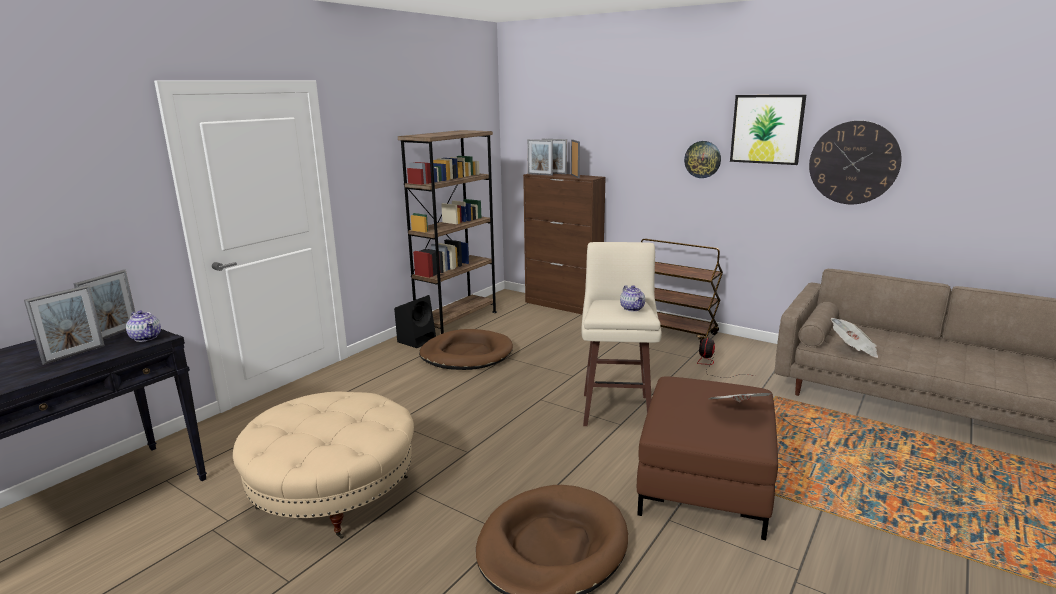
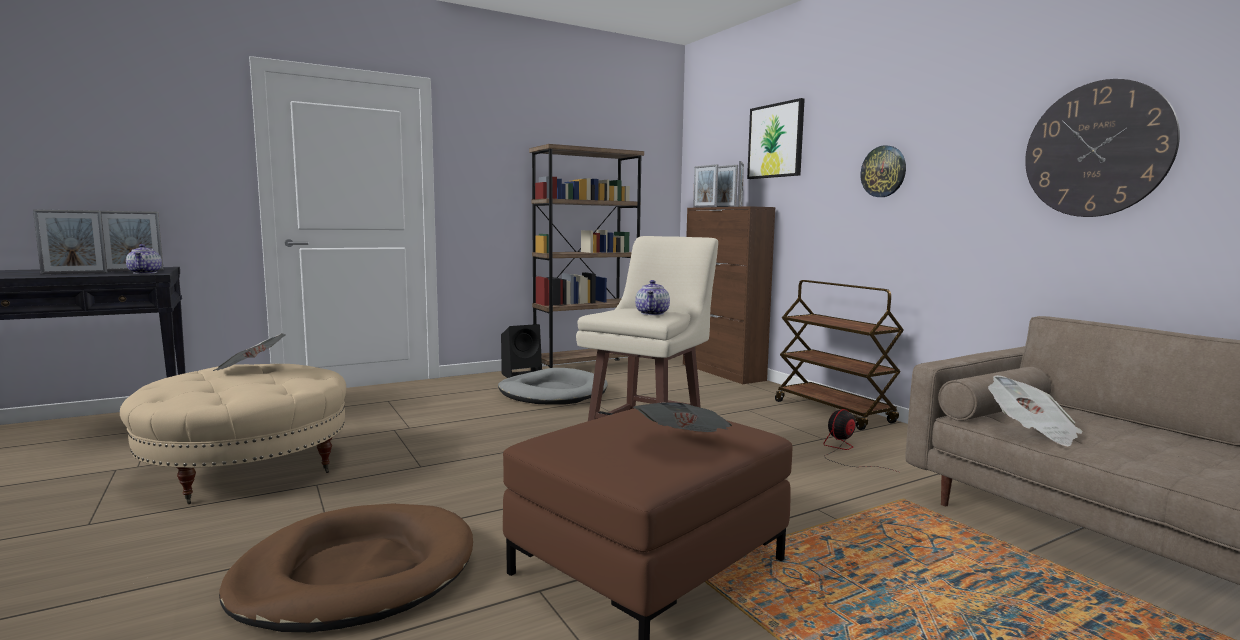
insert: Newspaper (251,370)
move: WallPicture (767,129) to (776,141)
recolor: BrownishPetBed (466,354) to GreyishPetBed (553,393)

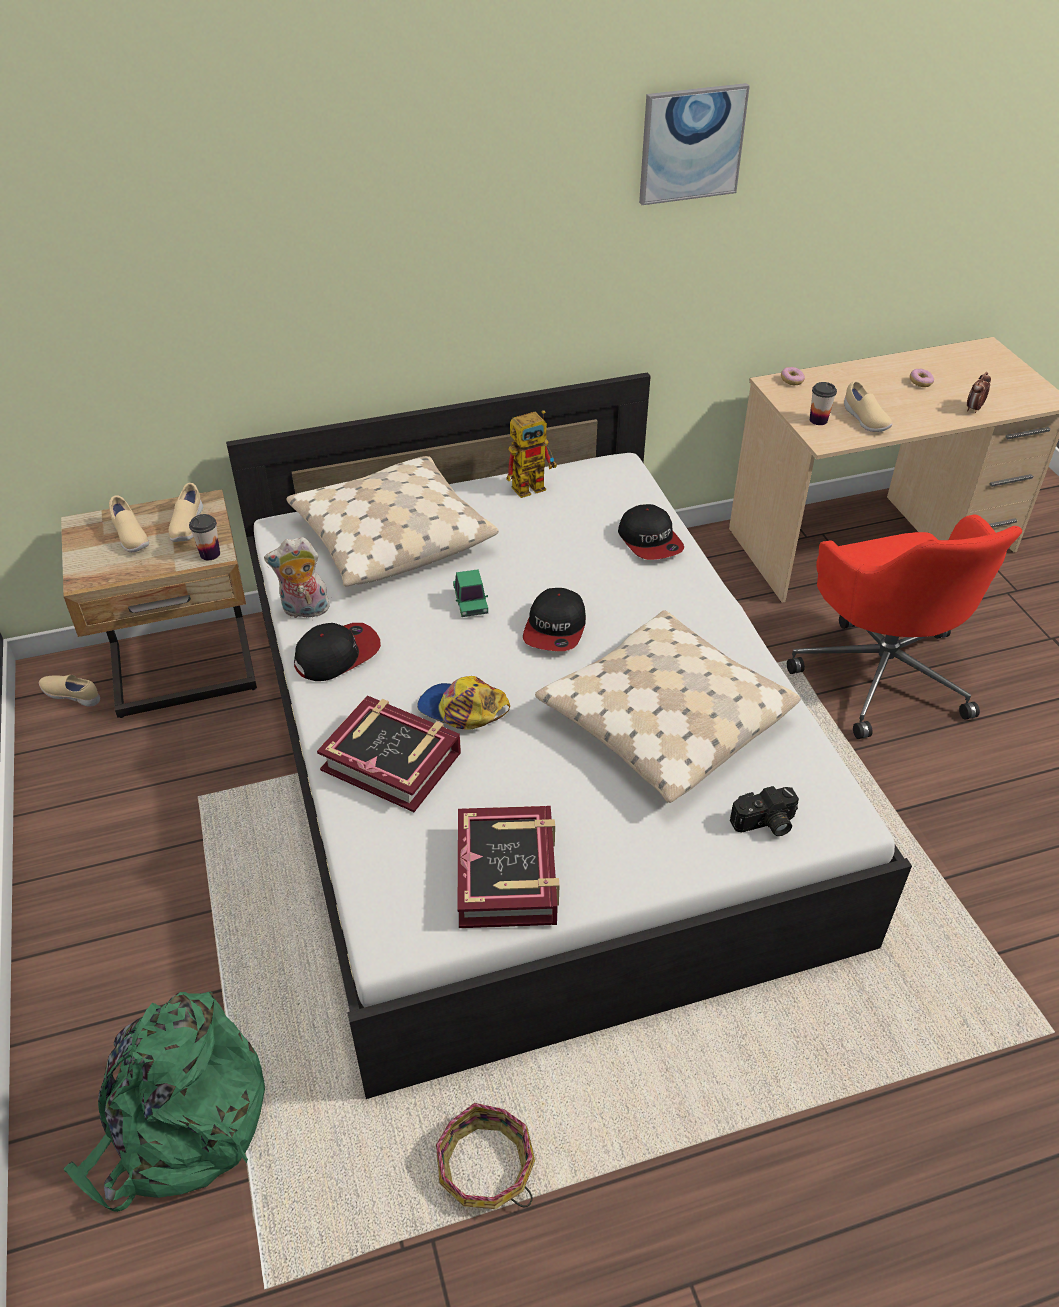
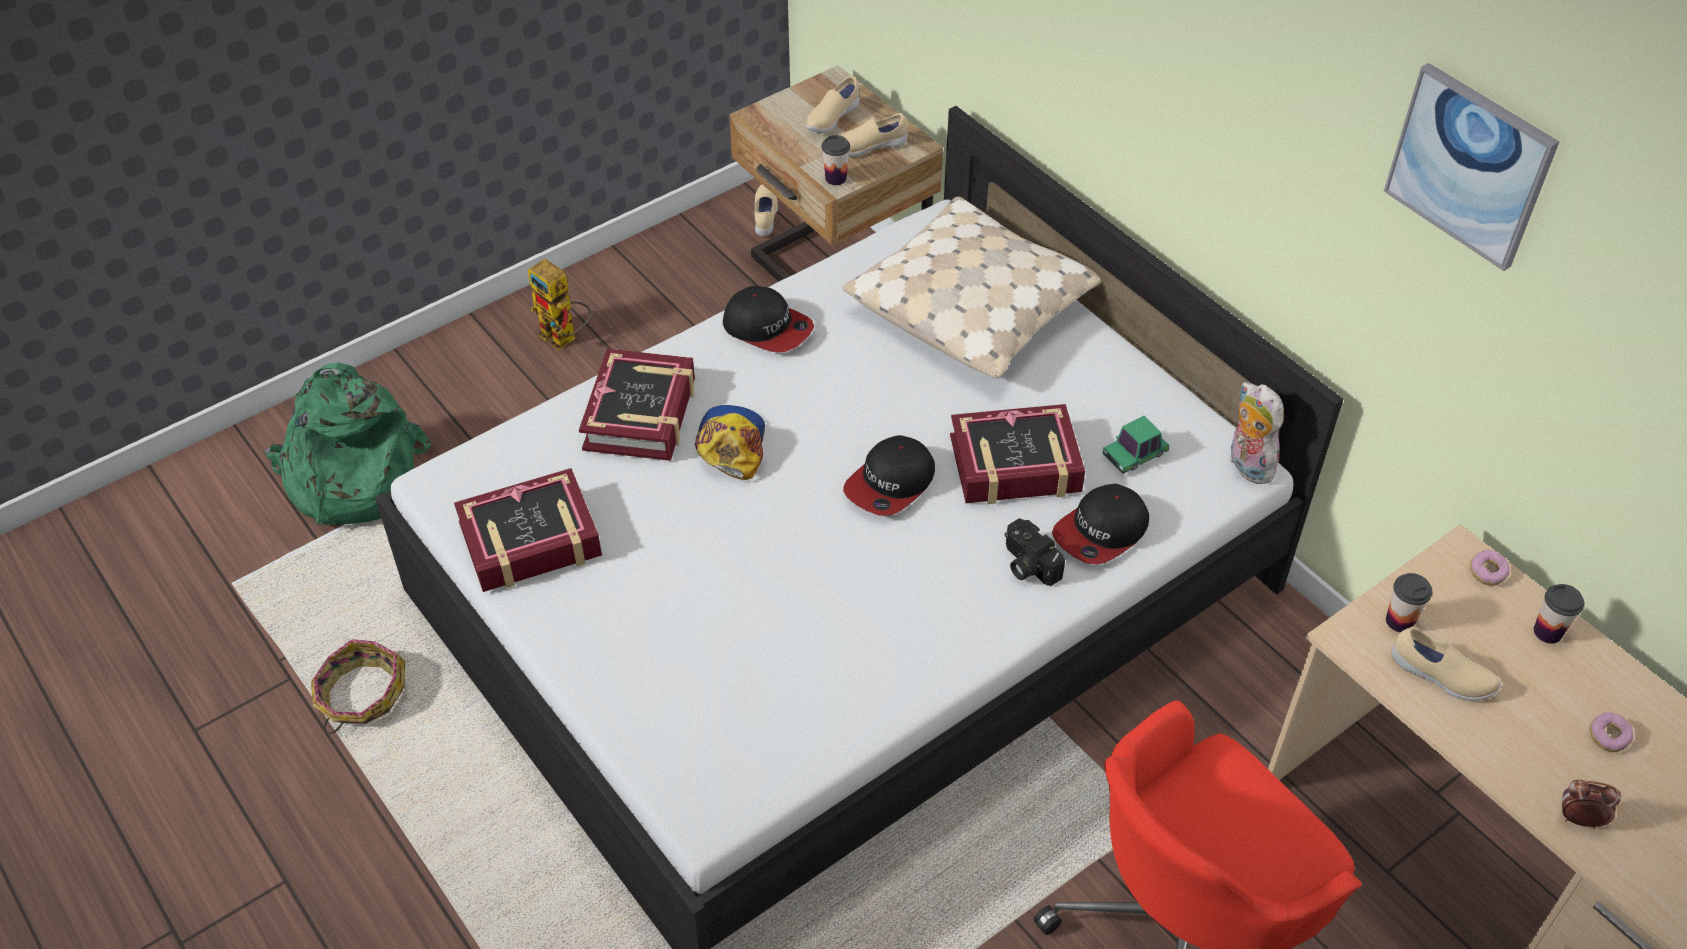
delete: BeigeThrowPillow (663,720)
insert: Book (1015,465); DrinkingCup (1547,632)
move: RobotFigure (533,485) to (565,338); PhotoCamera (765,824) to (1027,565); MiniatureCar (470,602) to (1135,455); SoftToy (304,611) to (1246,465)
rotate: PeakedCap (555,628) = (890,483) 45 degrees counterclockwise; BeigeLowShoe (864,420) = (1440,677) 105 degrees counterclockwise

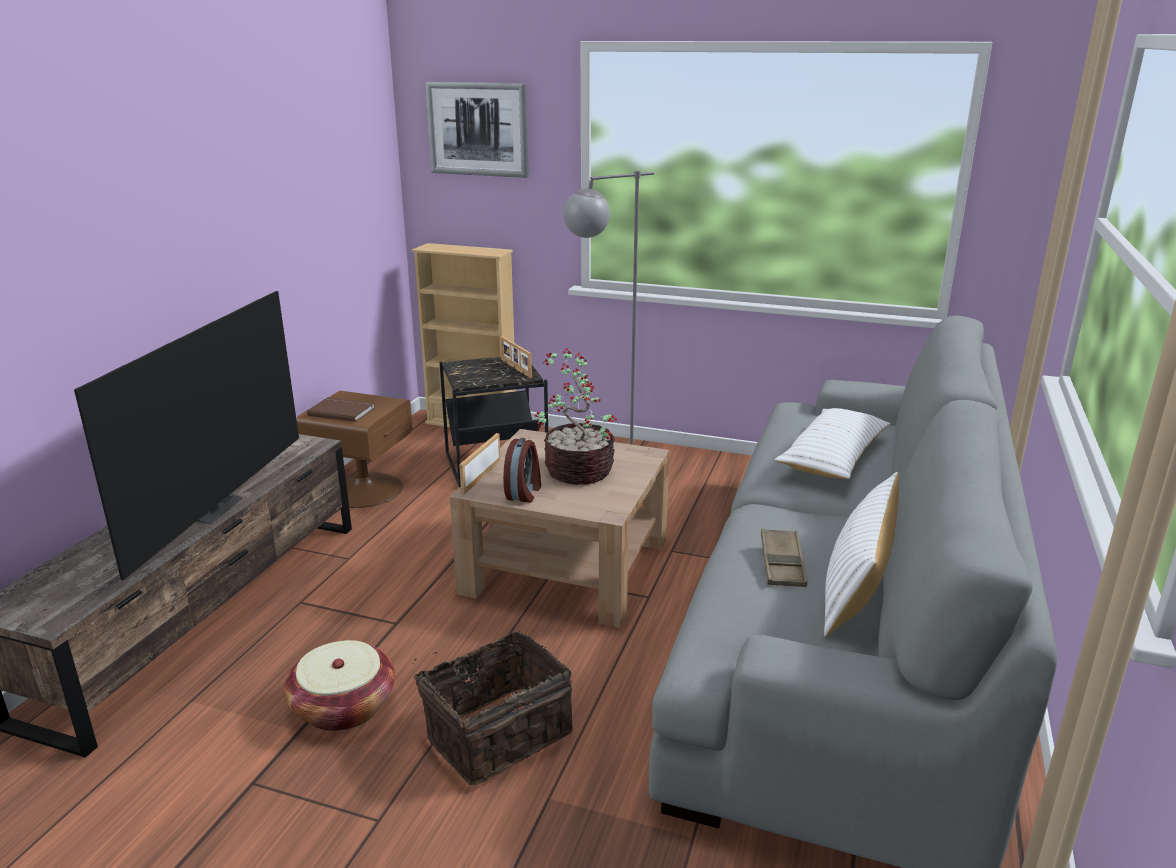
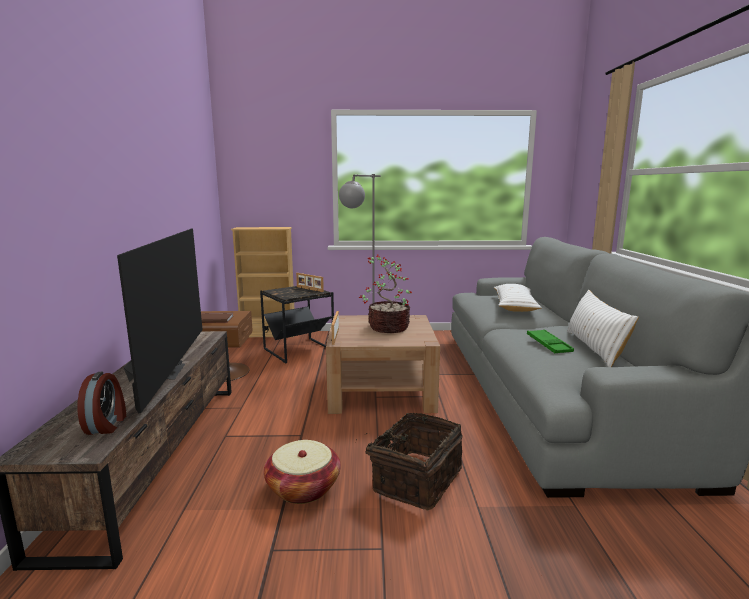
delete: WallPicture (478,129)
move: AlarmClock (524,492) to (107,424)
recolor: BrownishServingTray (782,563) to GreenColouredServingTray (549,345)

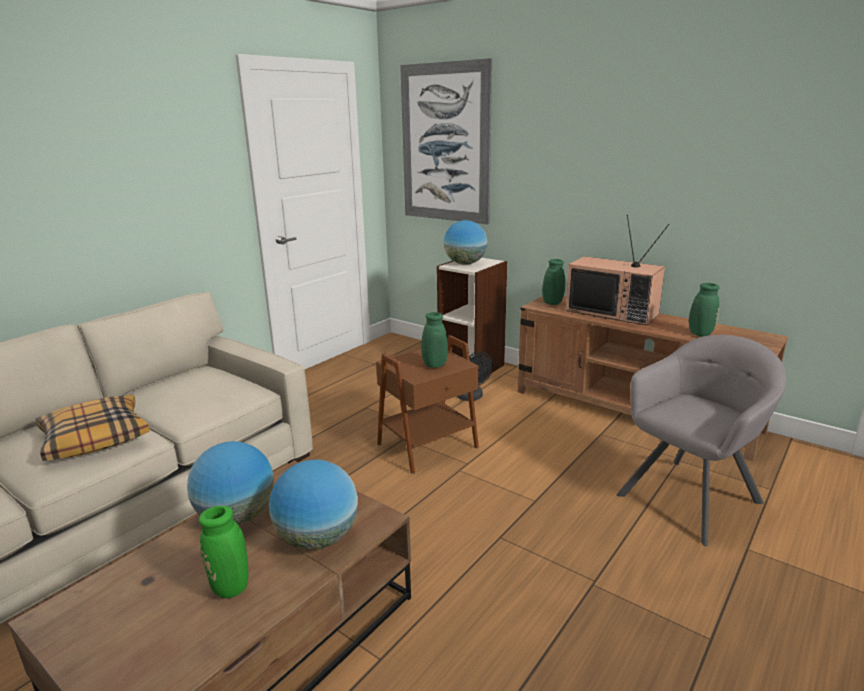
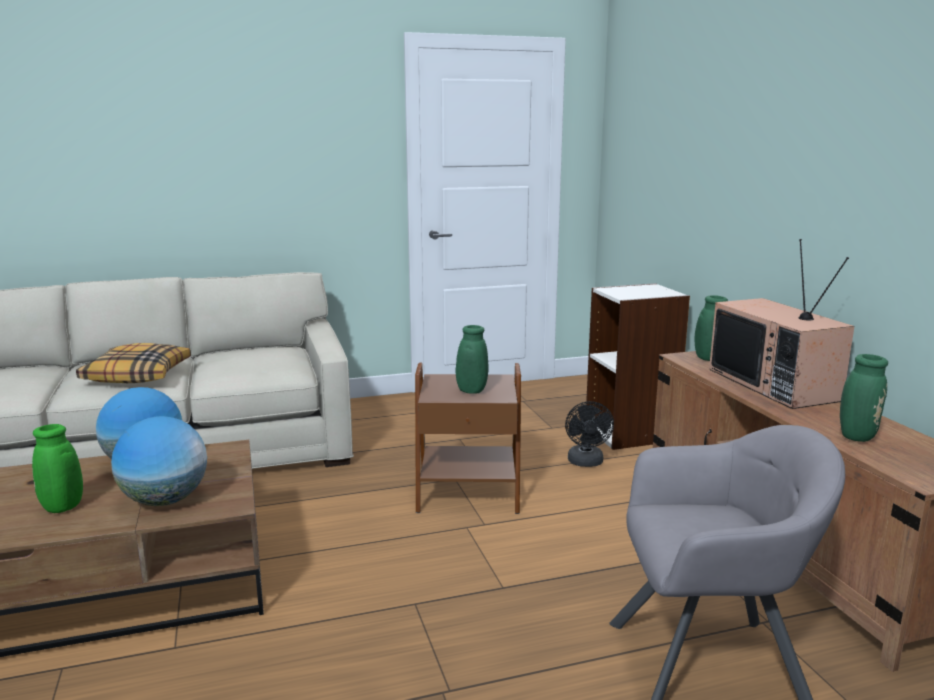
delete: WallPicture (445,144); Globe (465,263)

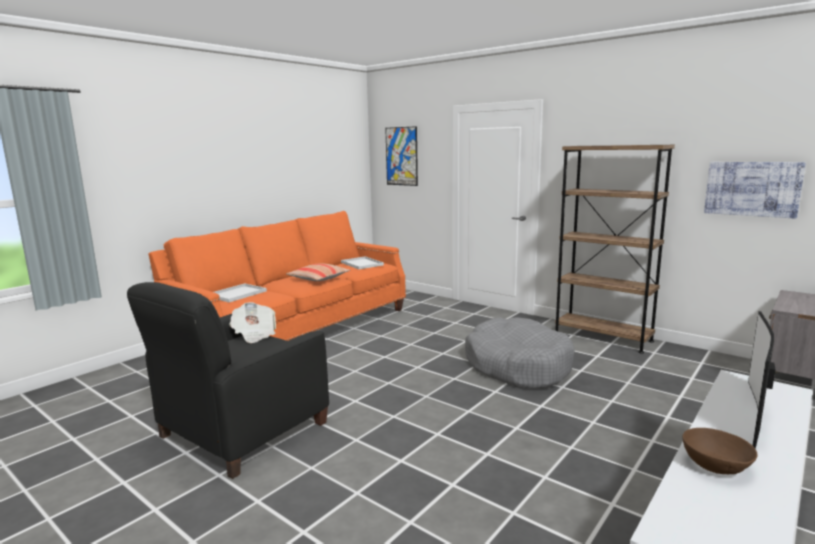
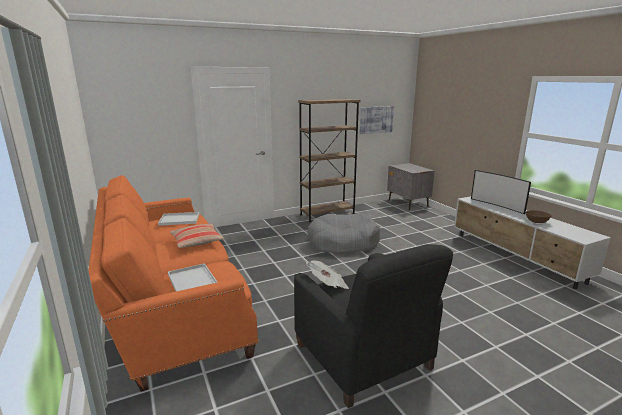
delete: WallPicture (401,156)

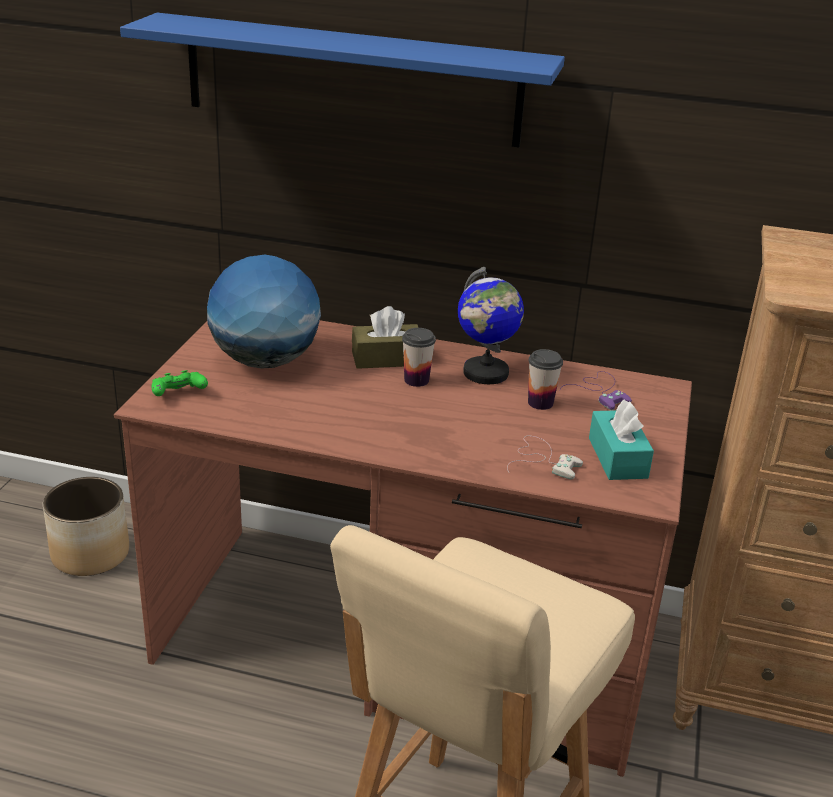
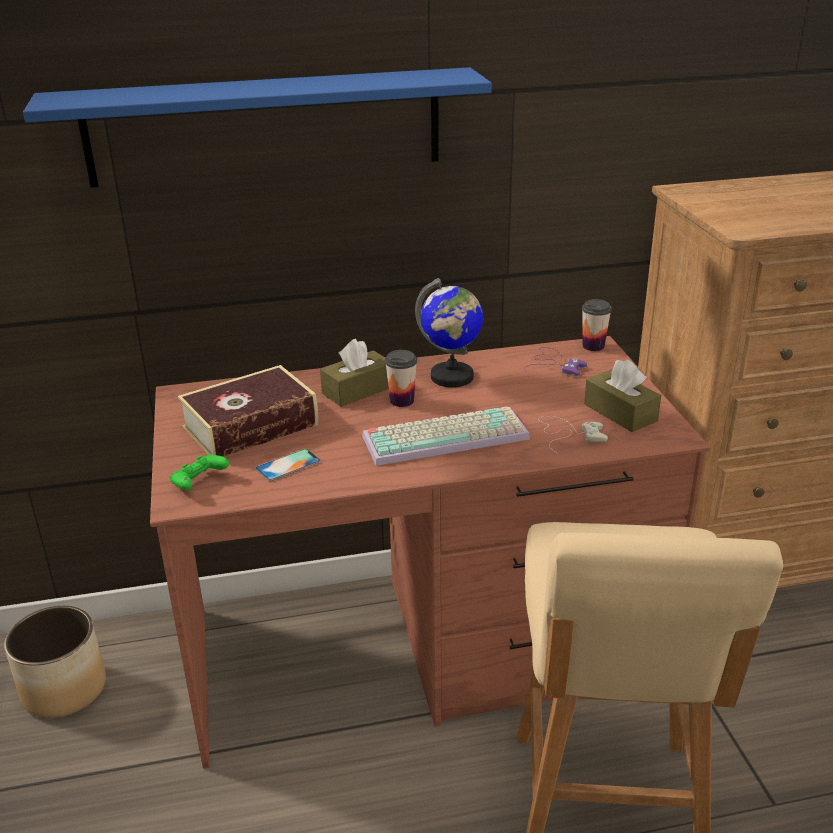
insert: Telephone (288,465); ComputerKeyboard (446,436)
move: DrinkingCup (540,403) to (593,346)
replace: Globe (265,361) to Book (250,426)
recolor: TurquoiseColouredTissueHolder (617,458) to BrownishTissueHolder (620,412)

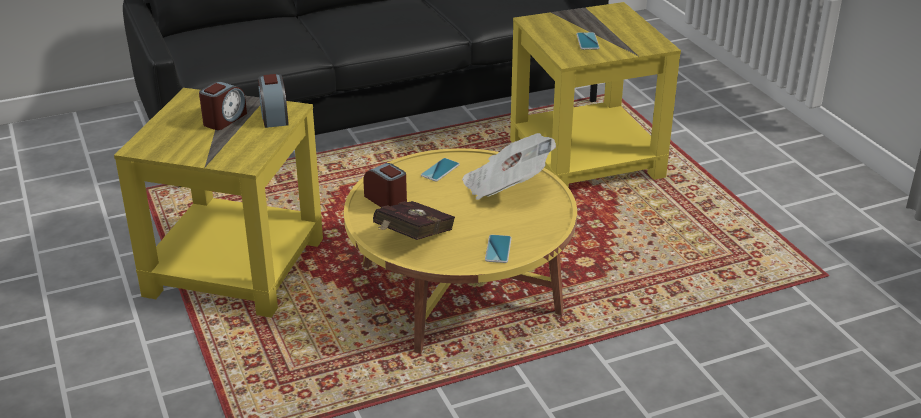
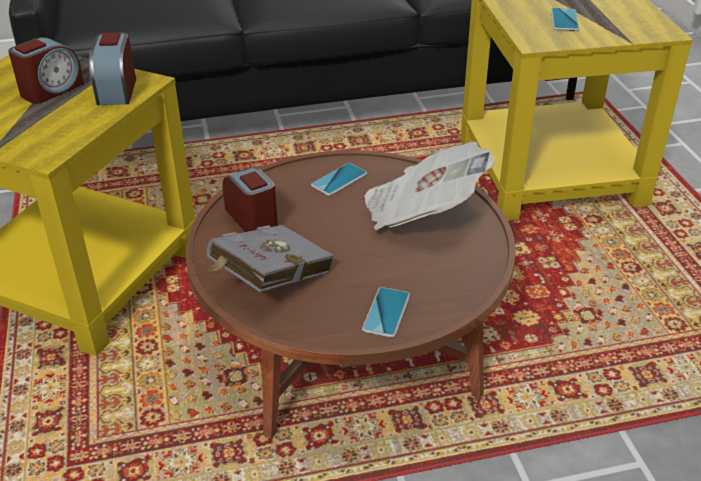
recolor: YellowishLowTable (460,290) to BrownishLowTable (351,342); RedBook (411,239) to GreyishBook (268,282)

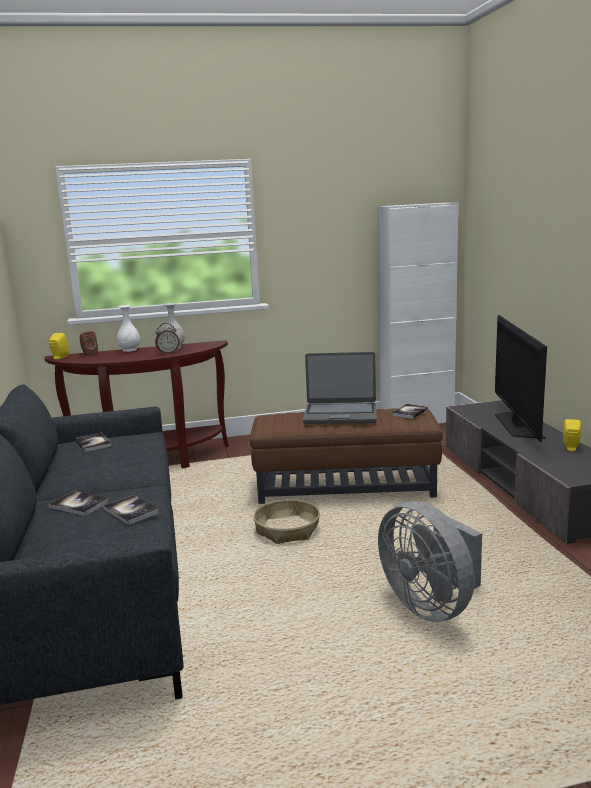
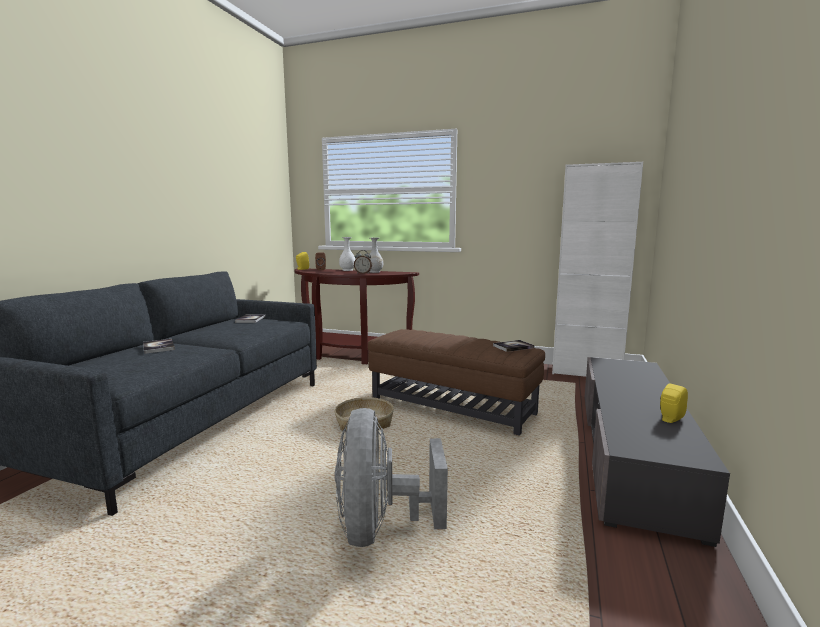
delete: Book (131,511); NotebookComputer (340,414); Tv (517,425)

